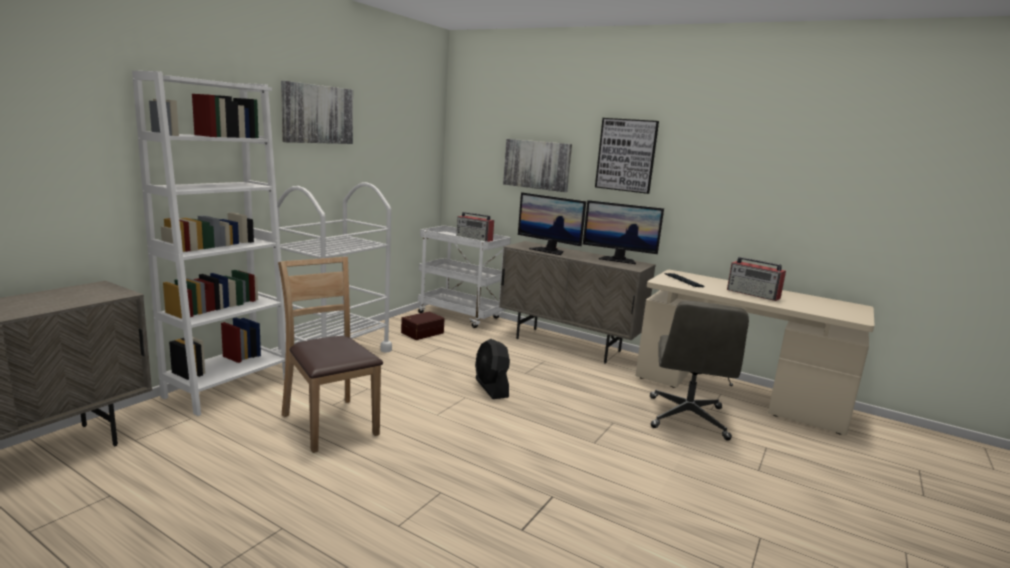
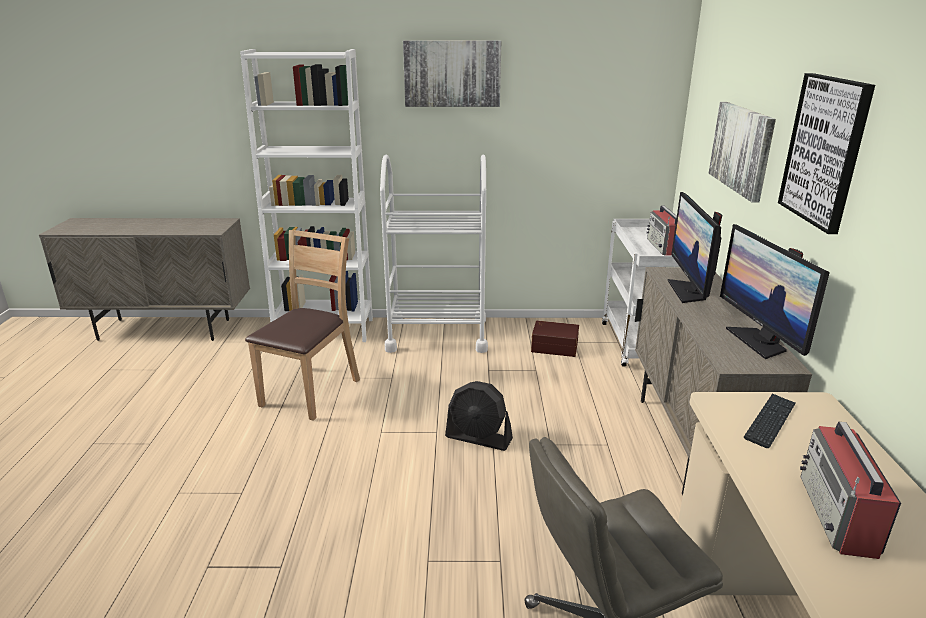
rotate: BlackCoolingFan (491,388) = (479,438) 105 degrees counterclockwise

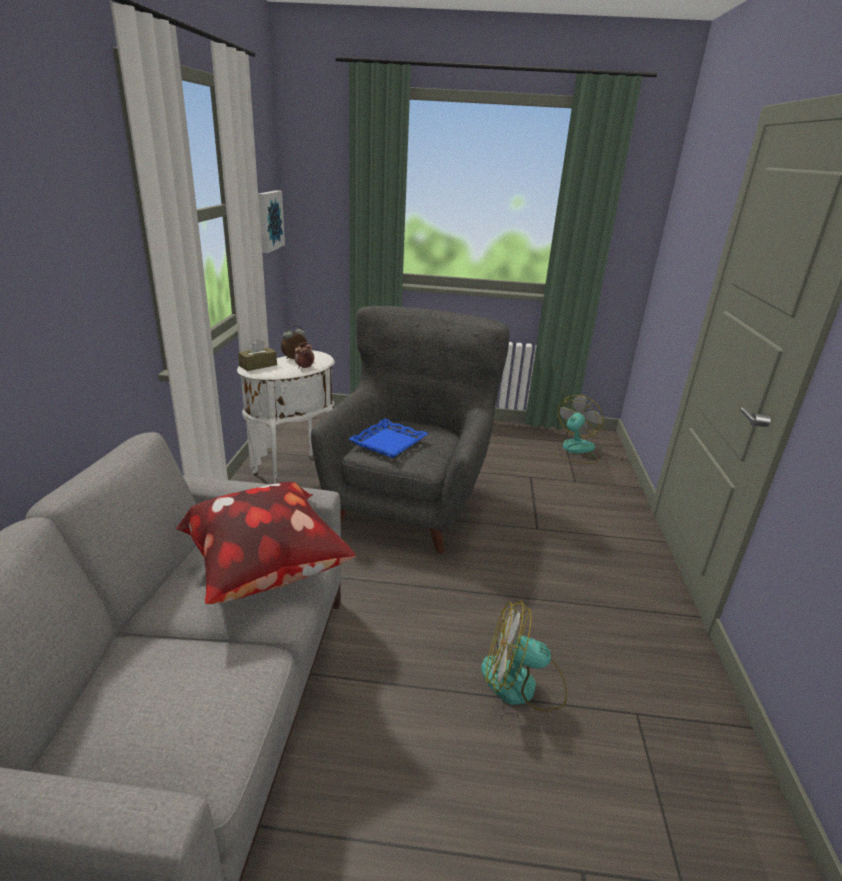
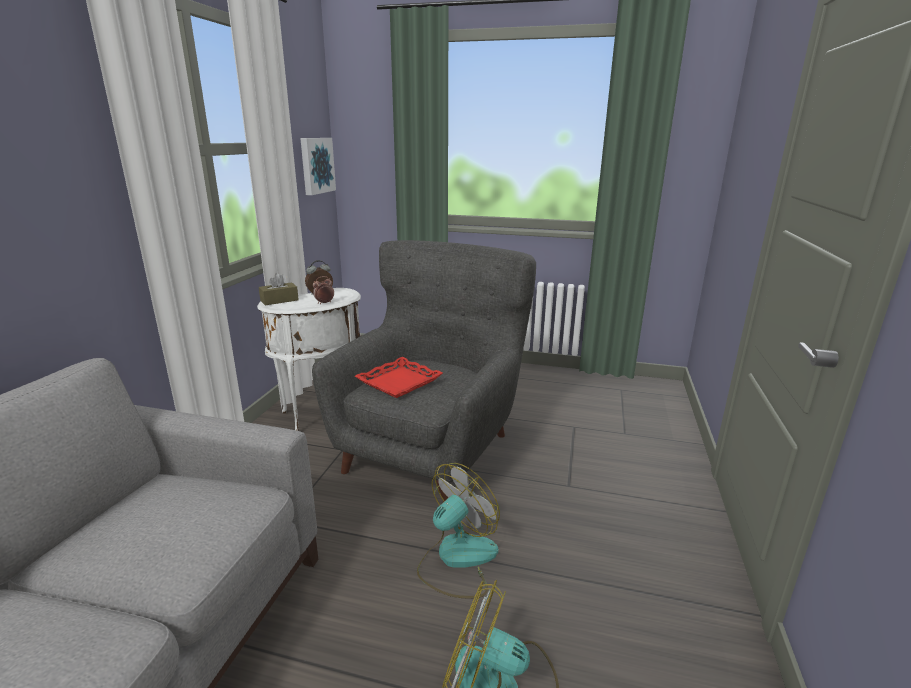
delete: ThrowPillow (268,573)
move: CoolingFan (575,450) to (457,559)
recolor: BlueServingTray (388,442) to RedServingTray (399,382)

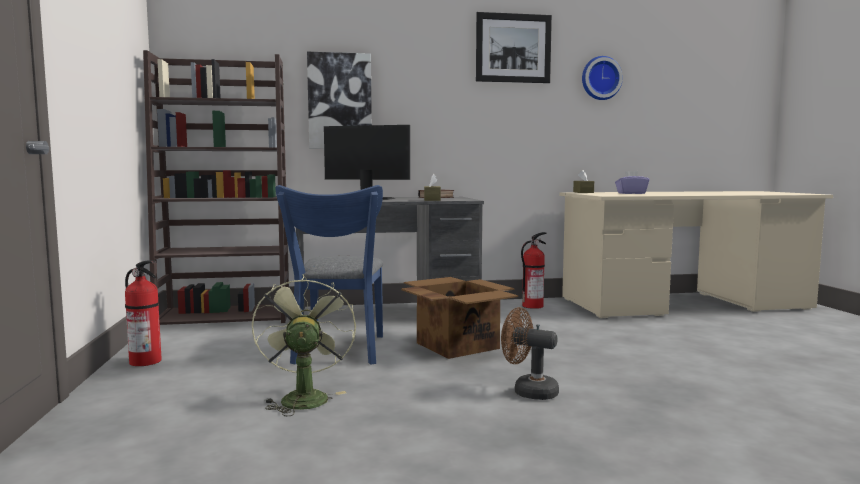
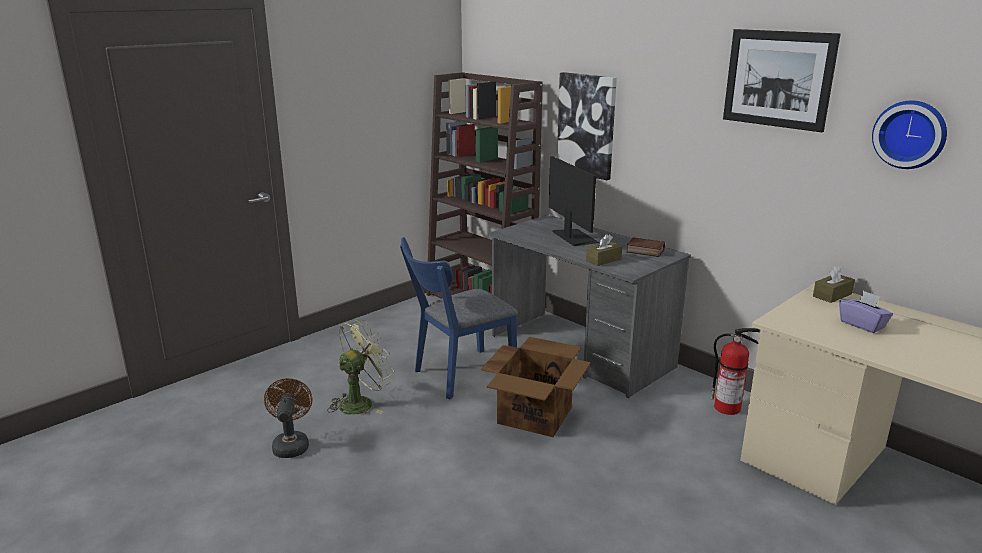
delete: FireExtinguisher (146,361)
move: BrownishCoolingFan (528,391) to (291,444)

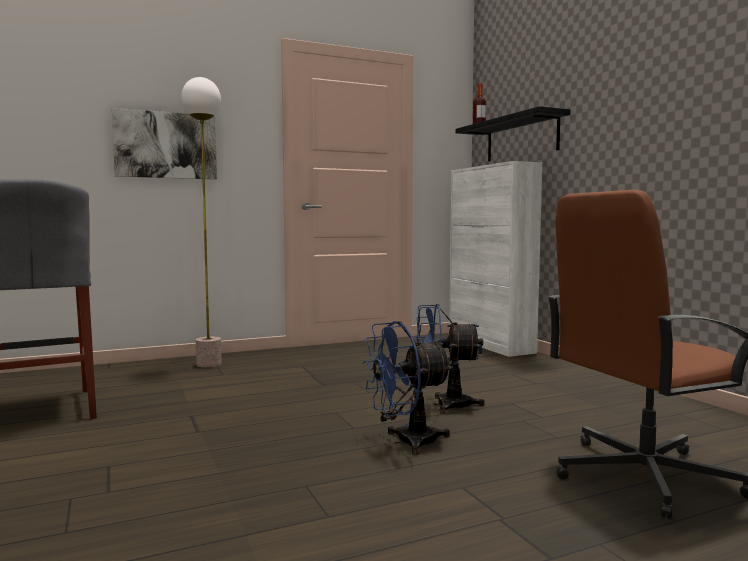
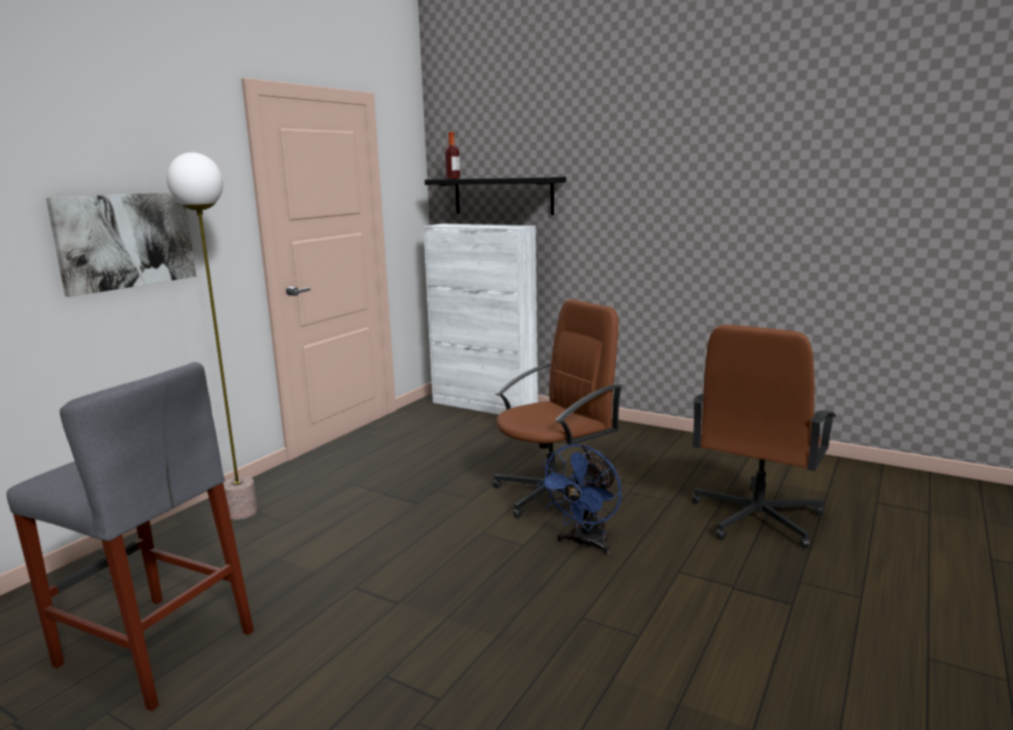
replace: BlueCoolingFan (443,405) to BrownishDeskChair (553,494)

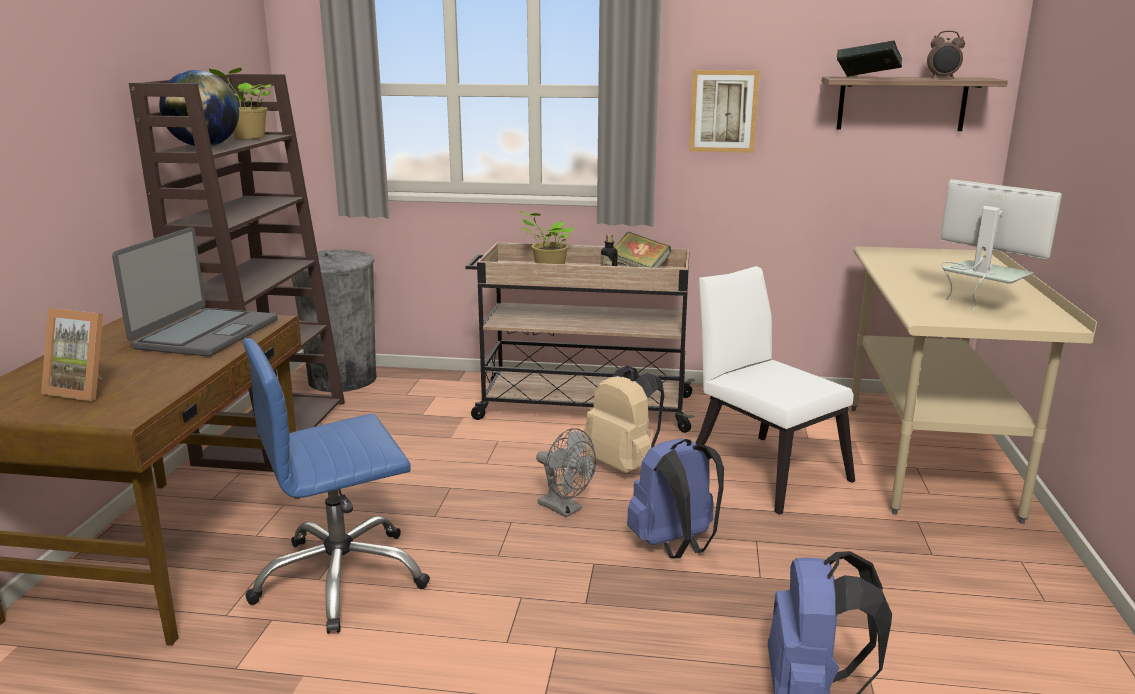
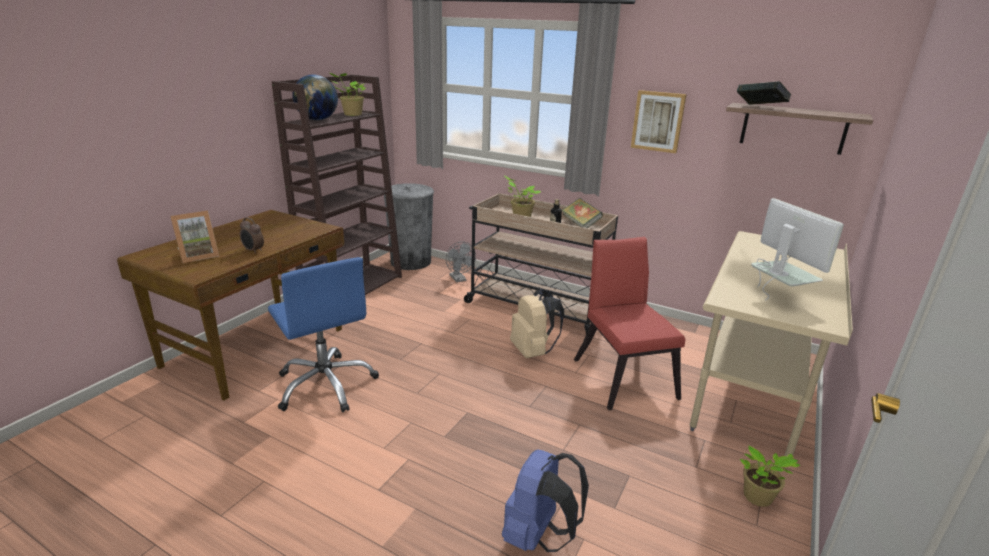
delete: NotebookComputer (205,334); BlueKnapsack (675,546)
insert: PottedPlant (758,498)
move: AlarmClock (942,78) to (253,251); GreyishCoolingFan (565,509) to (459,279)
recolor: WhiteColouredPlainChair (763,468) to RedPlainChair (622,374)
rotate: StandingFrame (86,389) = (198,256) 75 degrees counterclockwise; BlueDeskChair (341,578) = (326,385) 120 degrees counterclockwise

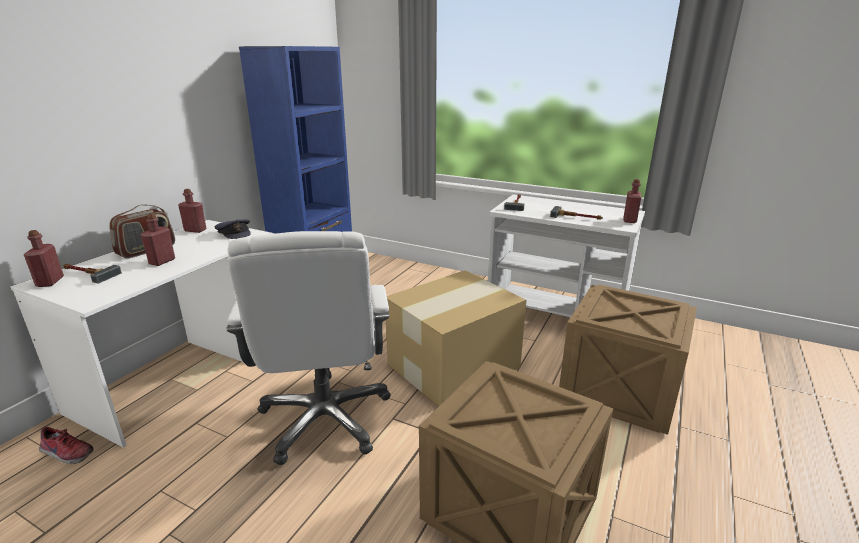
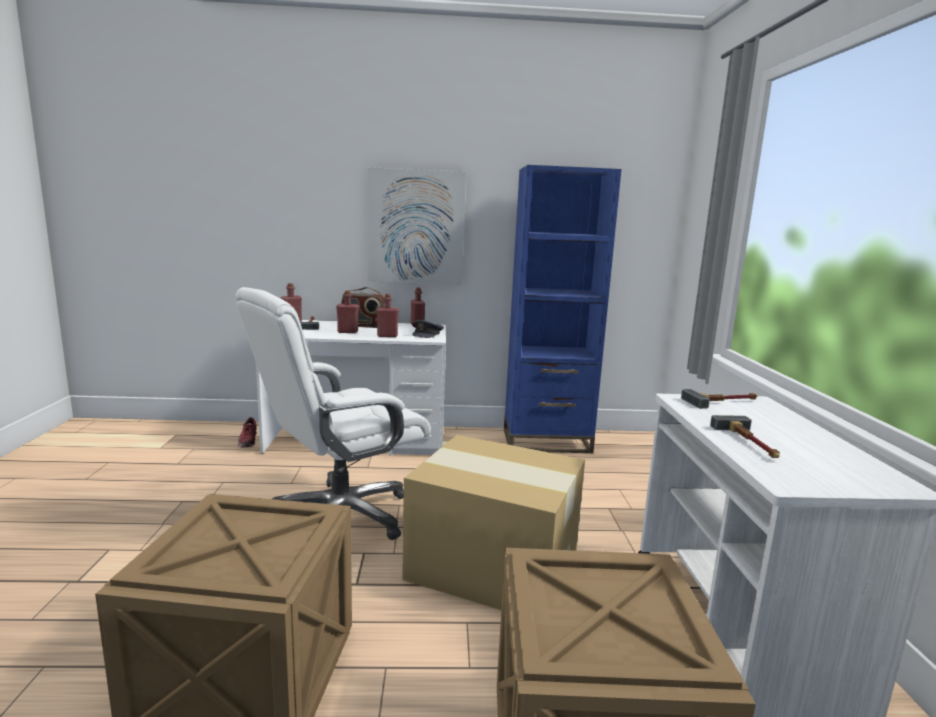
insert: WallPicture (416,227)
move: RedBeverageBottle (629,220) to (387,336)

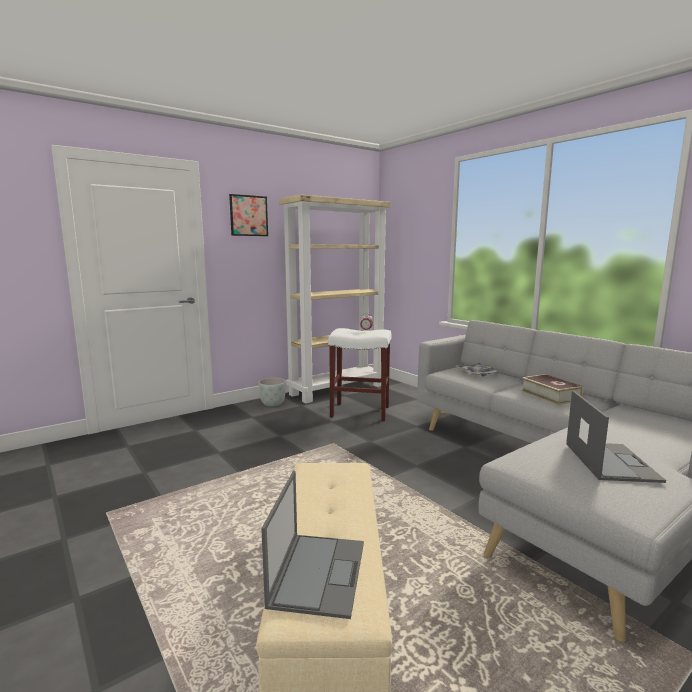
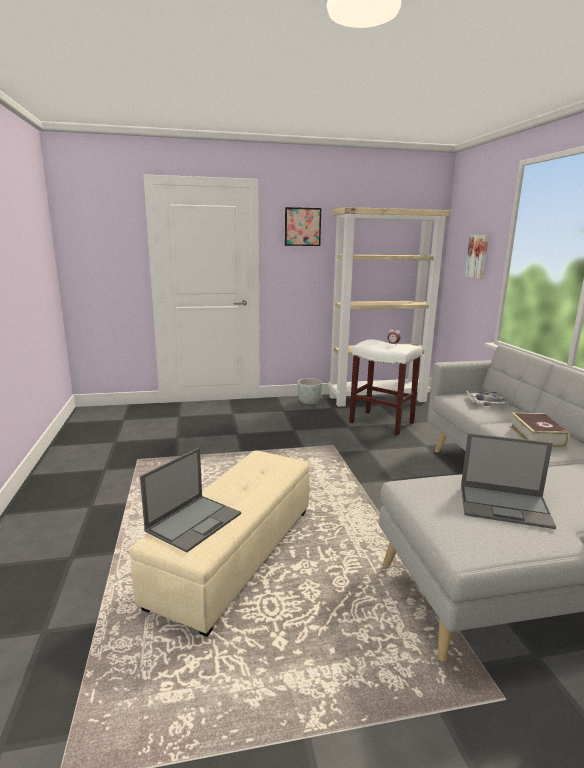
insert: WallPicture (478,256)
rotate: NotebookComputer (610,461) = (505,506) 75 degrees clockwise

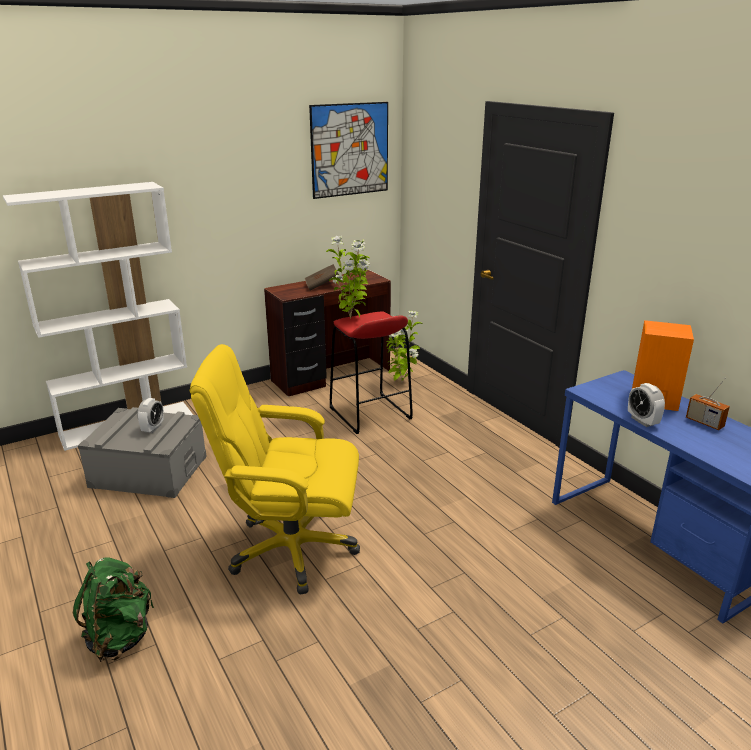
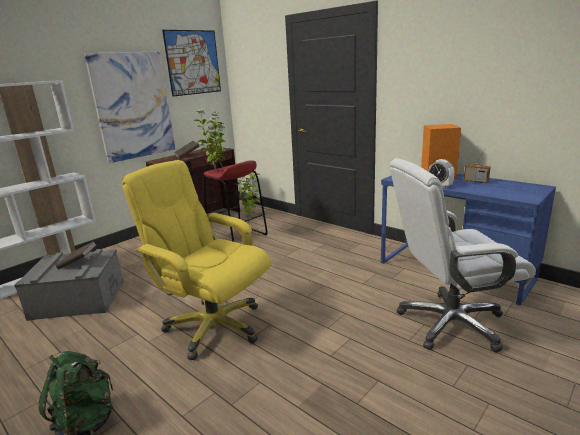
insert: WallPicture (133,106); WhiteColouredDeskChair (450,323)
replace: AlarmClock (153,428) to BrownishBook (78,263)
rotate: YellowishDeskChair (291,549) = (213,326) 45 degrees clockwise

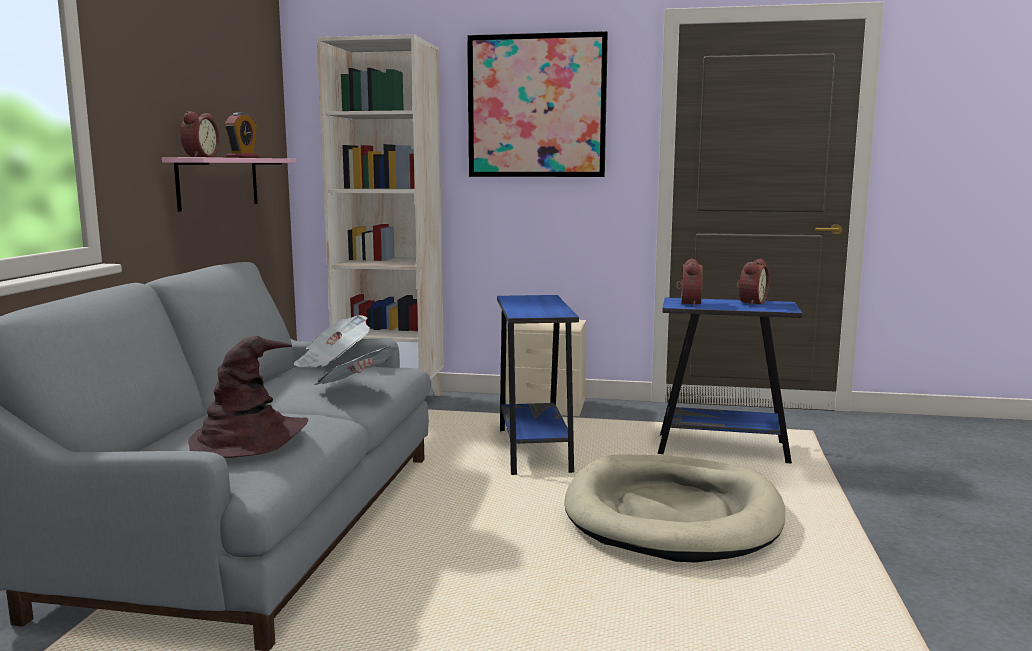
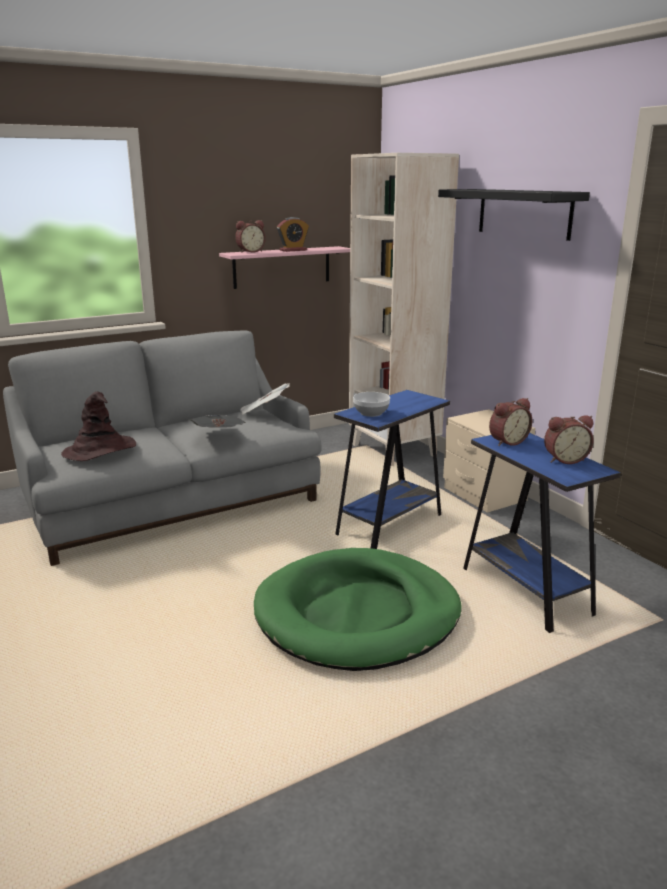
insert: DeepDish (370,413)
replace: WallPicture (536,106) to BlackWallShelf (524,213)
recolor: BeigePetBed (672,515) to GreenColouredPetBed (357,614)

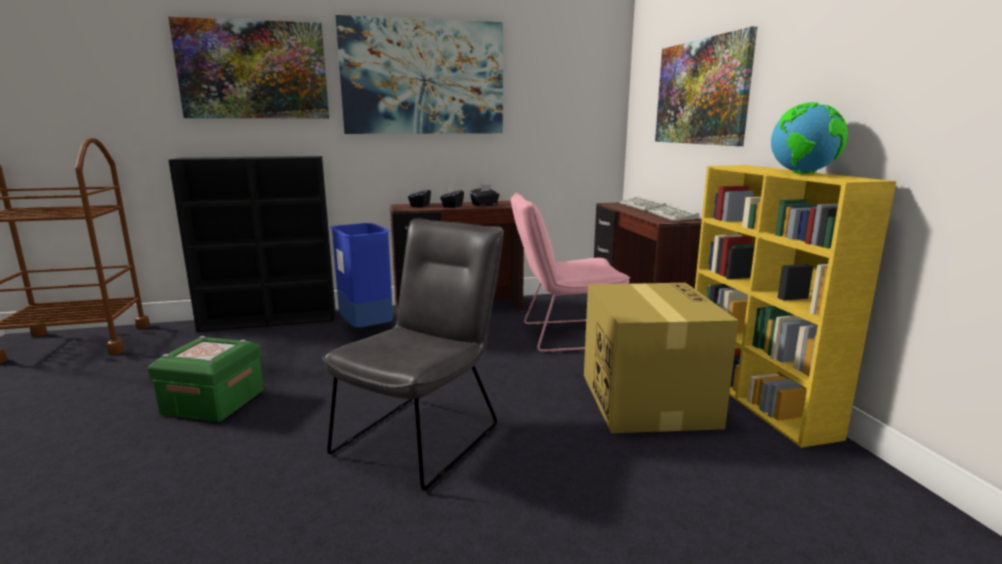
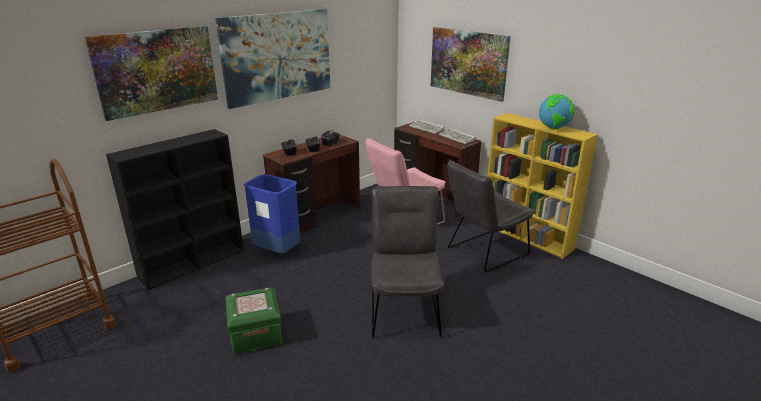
replace: Carton (646,399) to GreyishPlainChair (483,252)

